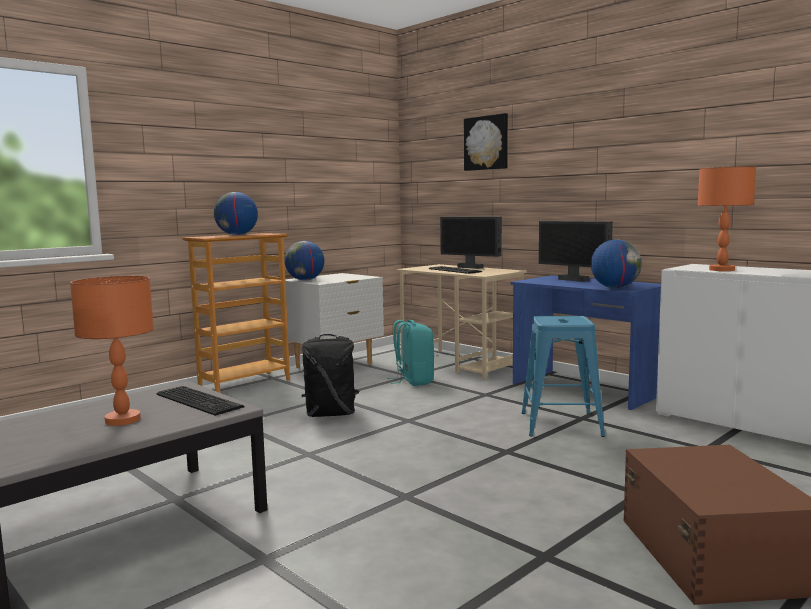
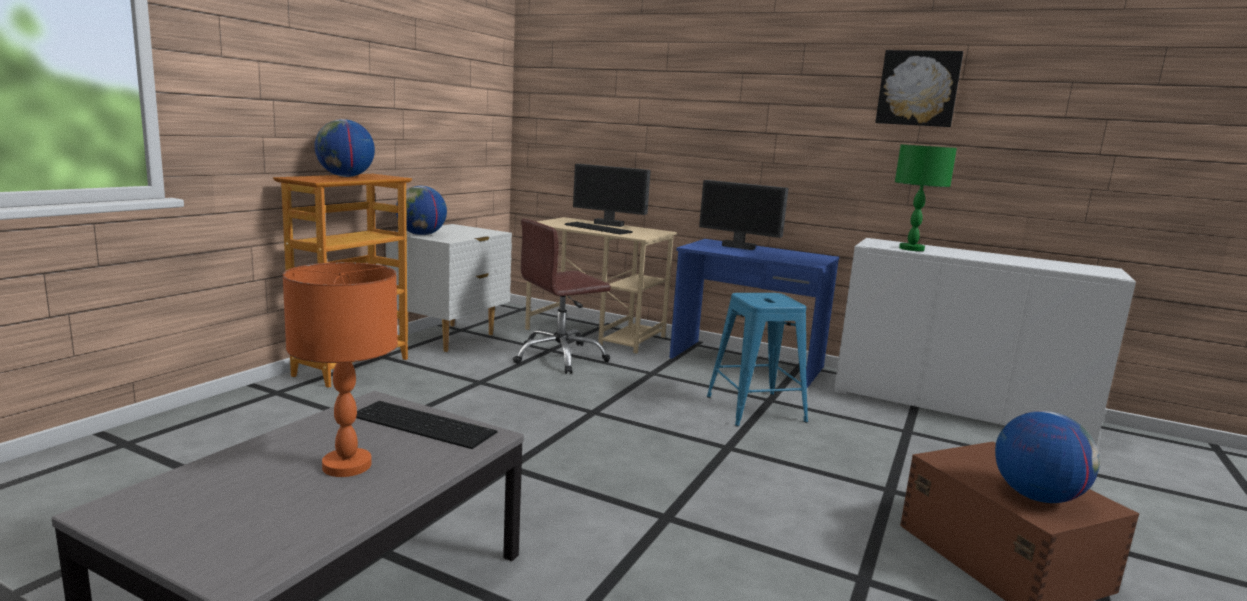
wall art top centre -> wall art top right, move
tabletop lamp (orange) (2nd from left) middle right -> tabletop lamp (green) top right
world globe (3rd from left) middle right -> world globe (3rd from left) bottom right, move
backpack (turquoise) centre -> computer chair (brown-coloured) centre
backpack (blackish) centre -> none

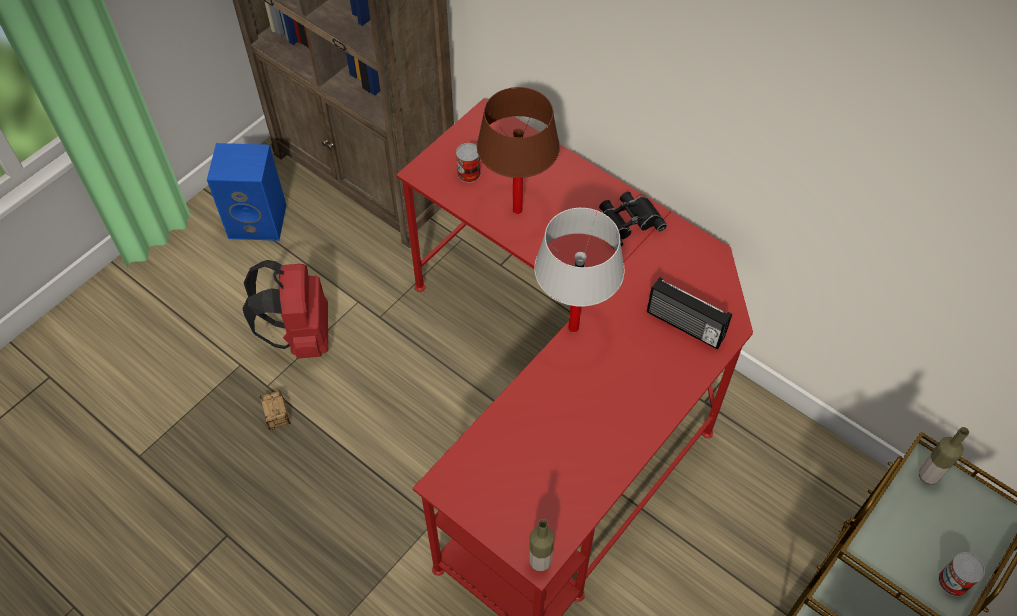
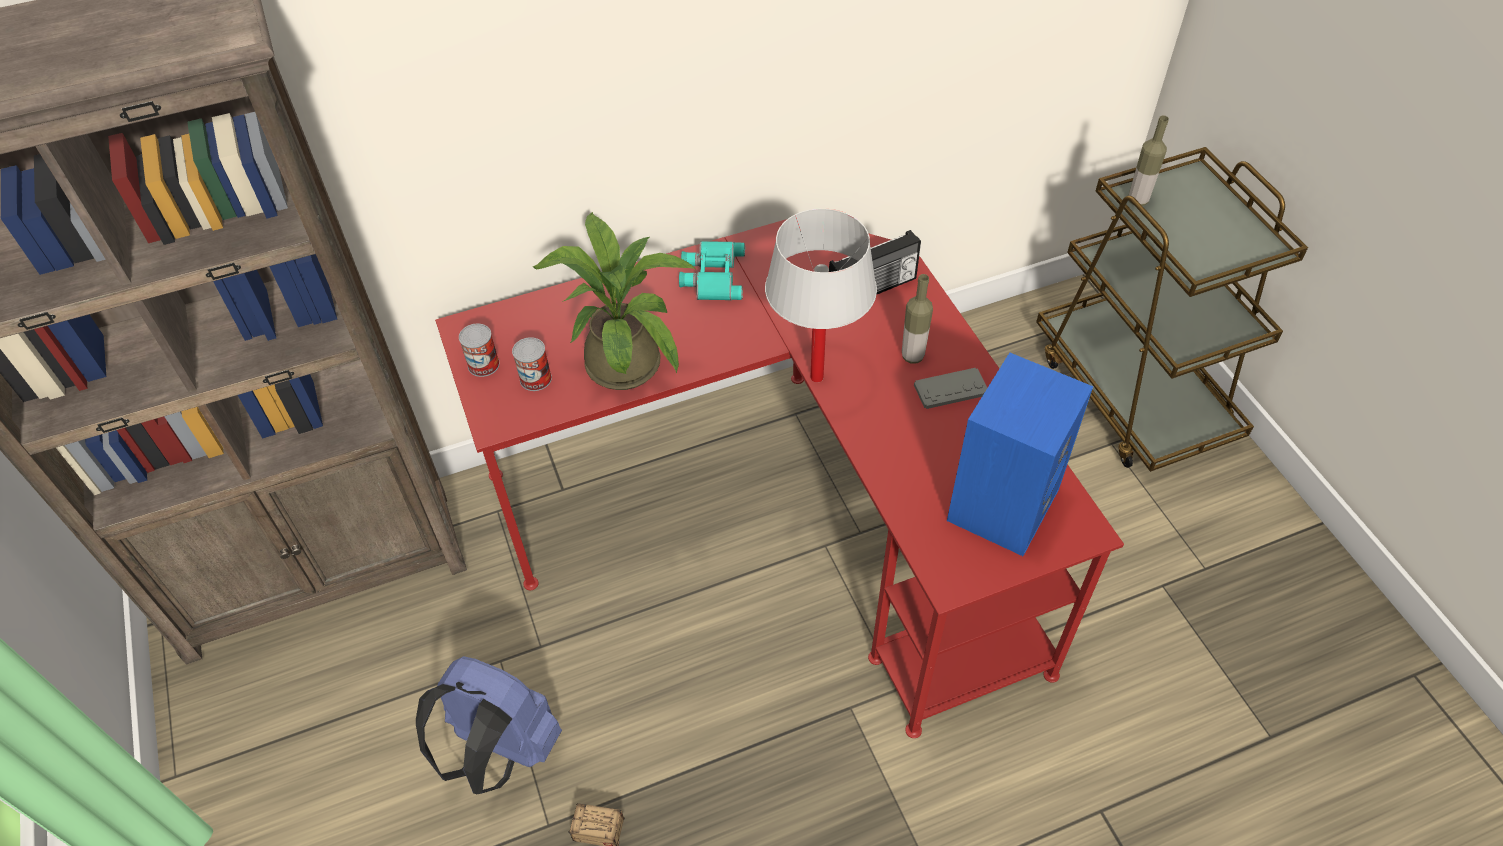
tabletop lamp (brown-coloured) top centre -> houseplant centre
loudspeaker (blue) top left -> loudspeaker (blue) middle right, move
field glasses (blackish) centre -> field glasses (turquoise) top centre
backpack (red-coloured) middle left -> backpack (blue) bottom left
bottle (1st from left) bottom centre -> bottle (1st from left) centre, move
can (2nd from left in the first image) bottom right -> can (1st from left) middle left, move
none -> game controller (grey) centre

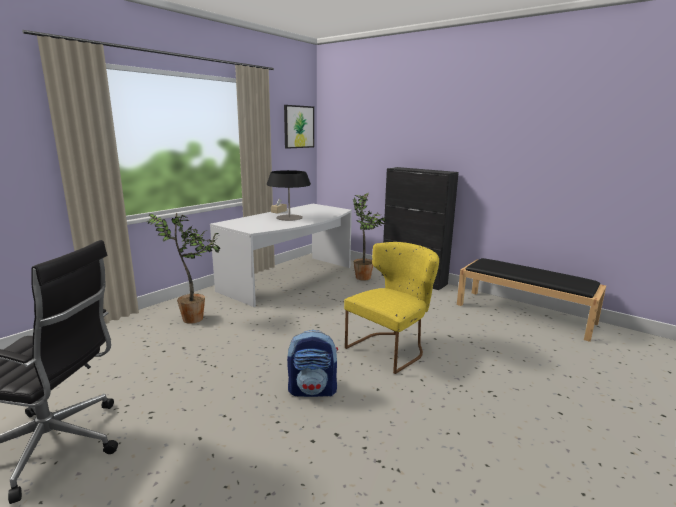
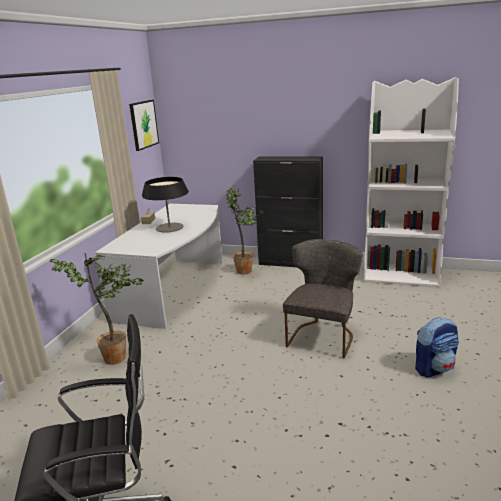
chair (yellow-coloured) centre -> chair (grey) centre
bench (blackish) middle right -> bookshelf (whitish) middle right
backpack bottom centre -> backpack bottom right, move

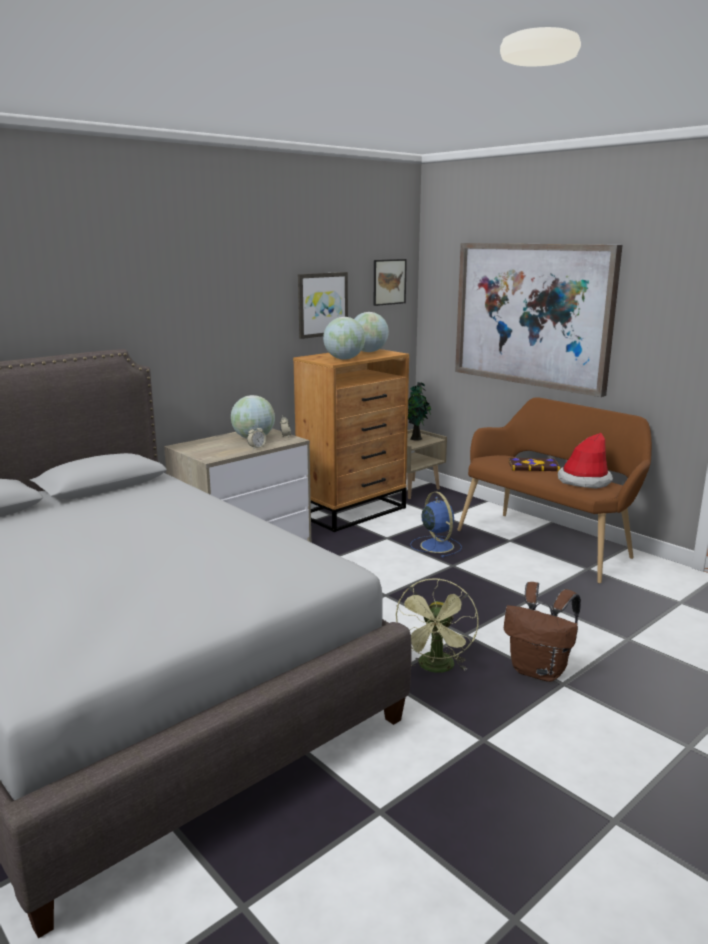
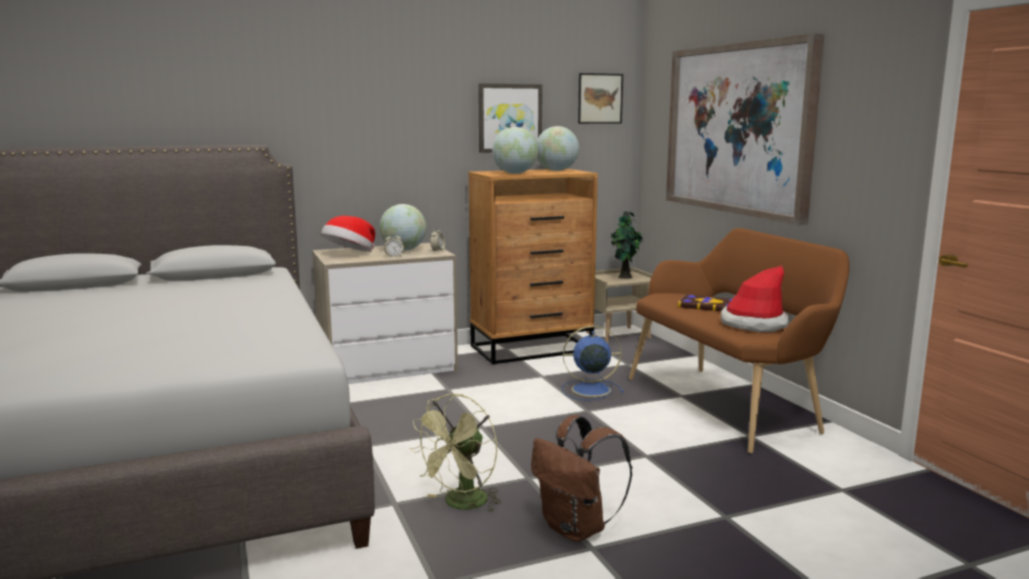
electric fan (blue) centre, 90 degrees counterclockwise
none -> hat (1st from left) centre

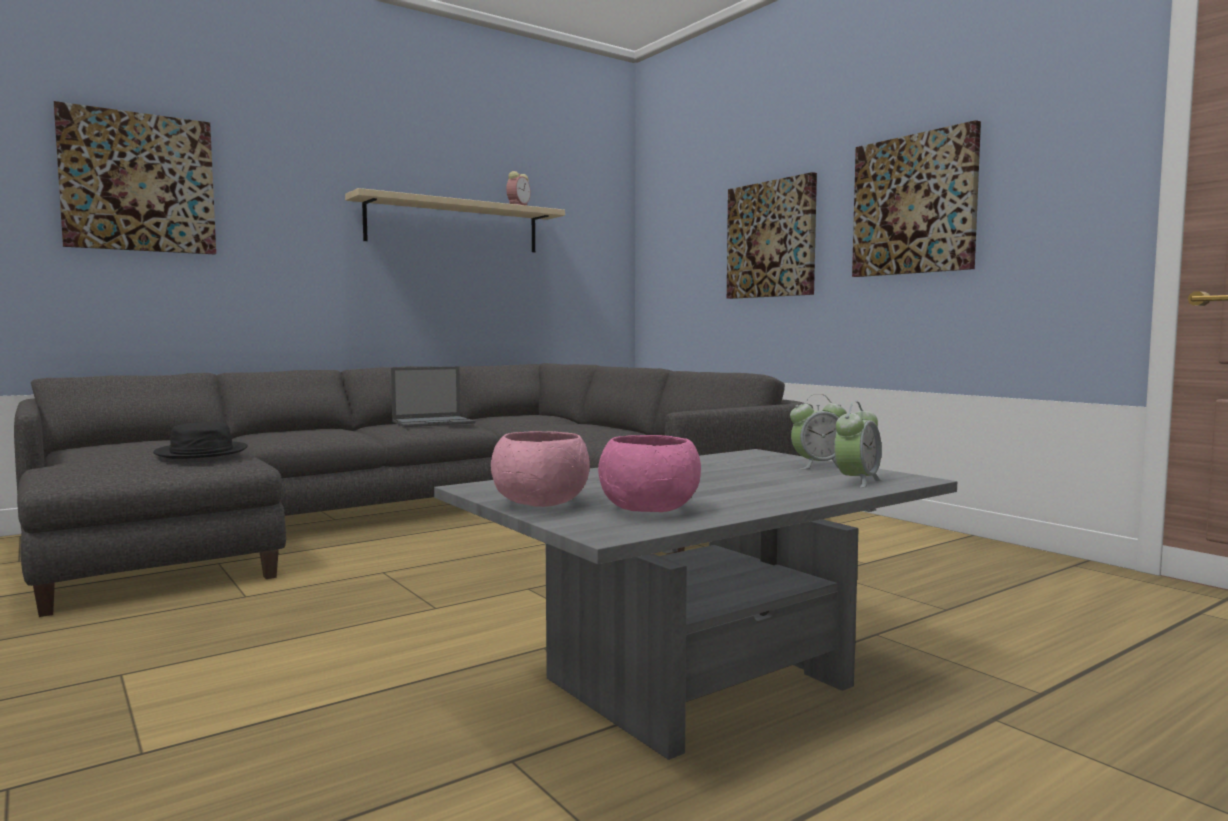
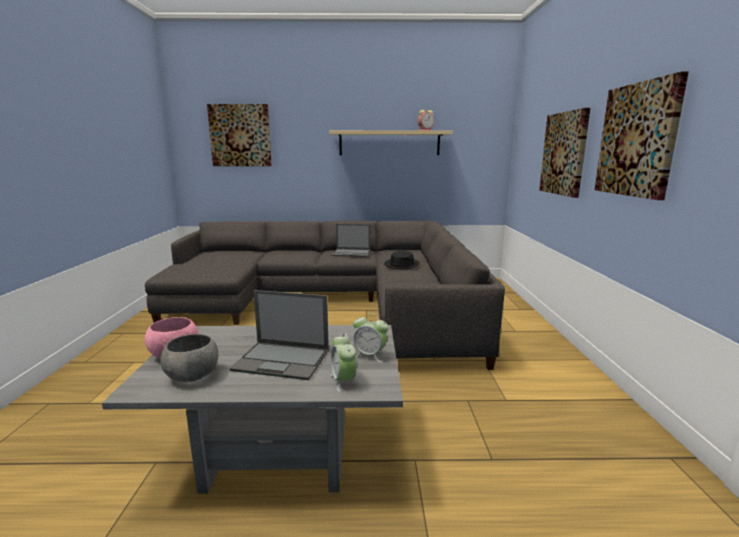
table clock (3rd from left in the first image) middle right -> table clock (1st from left) bottom centre, 90 degrees clockwise
hat (blackish) middle left -> hat (blackish) centre, move
bowl (pink-coloured) (2nd from left) centre -> bowl (grey) bottom left
none -> portable computer (1st from left) centre

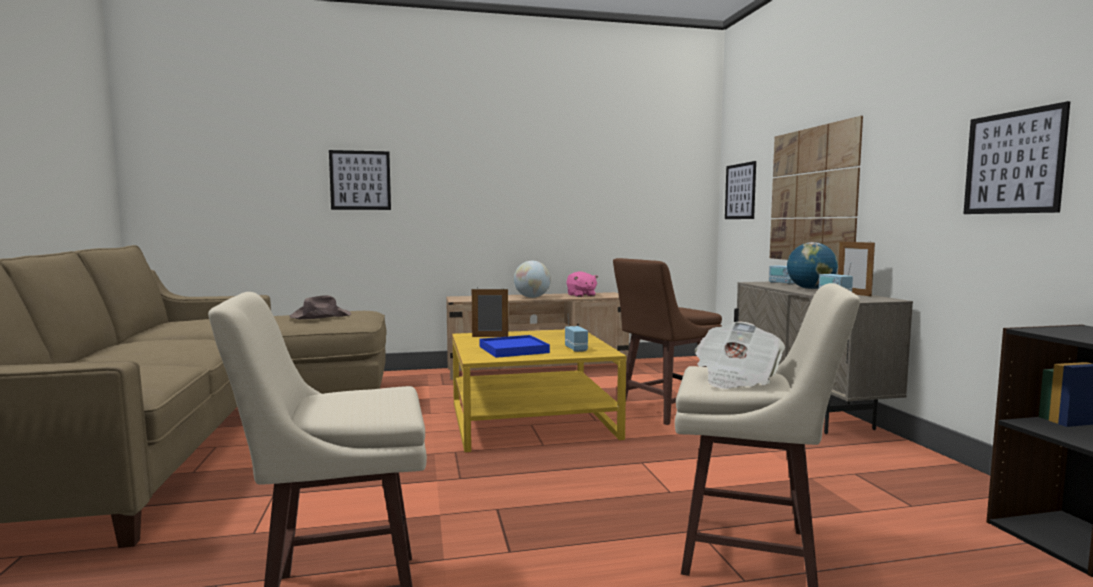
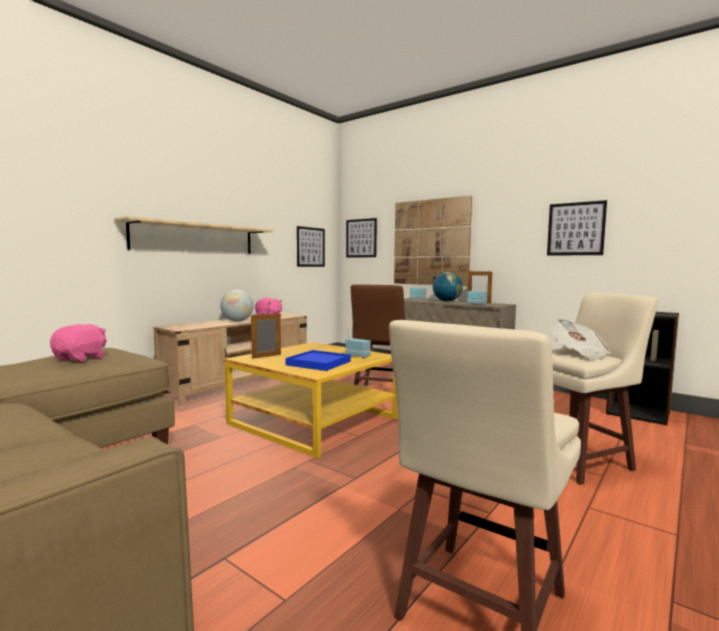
wall art (1st from left) top left -> wall art (1st from left) centre, move
hat (brown-coloured) middle left -> plush toy (pink-coloured) (1st from left) middle left
none -> bracket shelf (sand-coloured) middle left

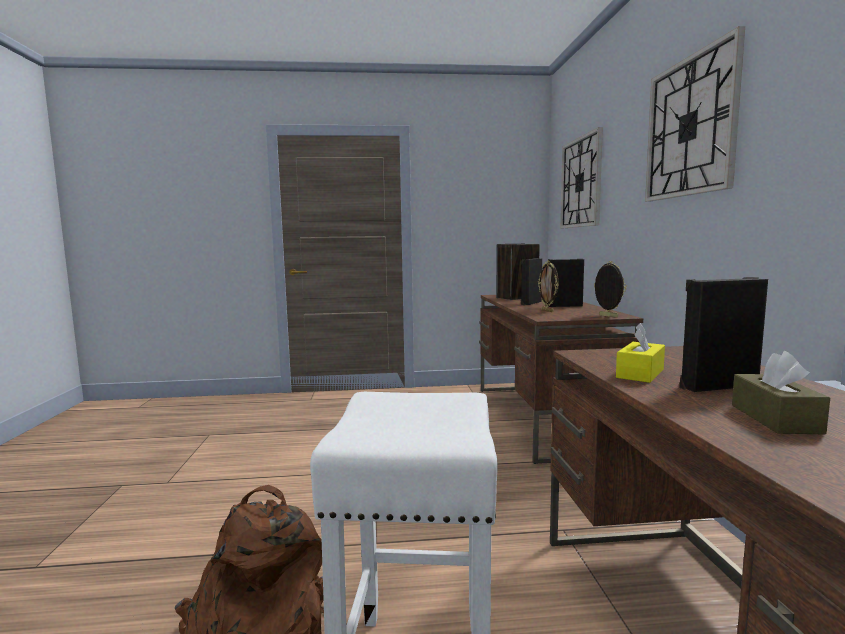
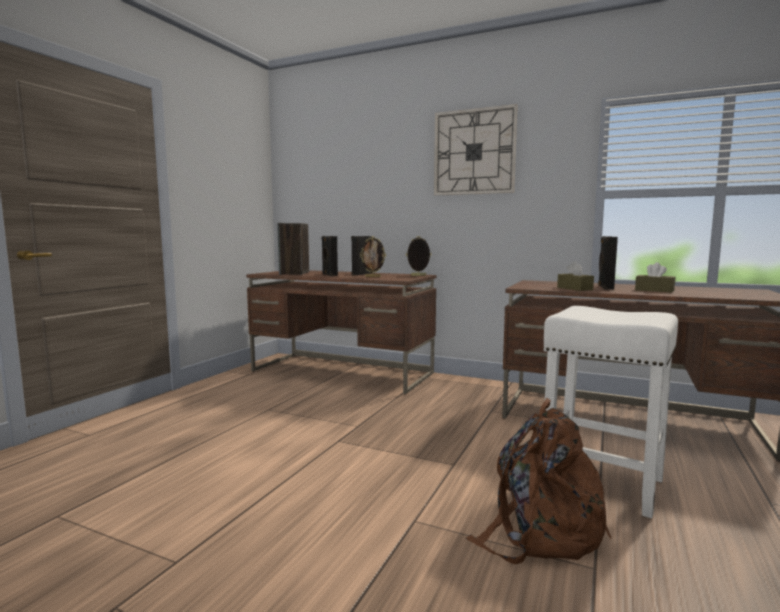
hanging clock (1st from left) top right -> none
tissue box (yellow-coloured) middle right -> tissue box (brown-coloured) (1st from left) middle right

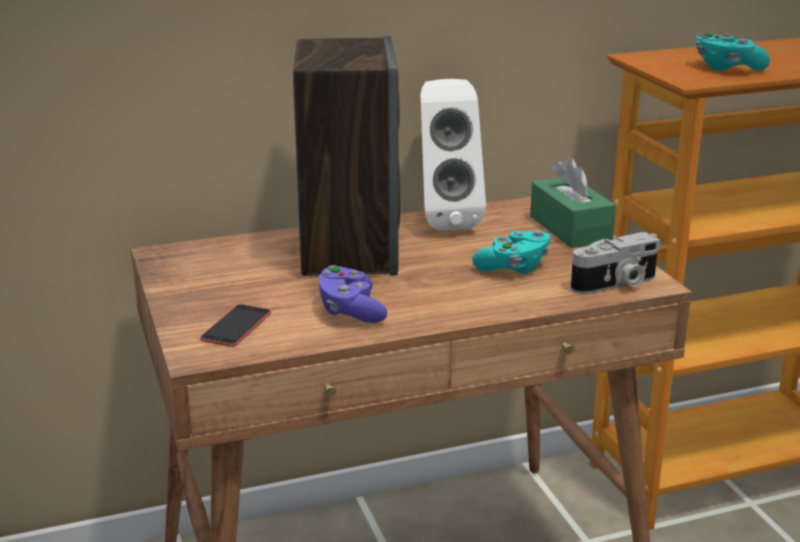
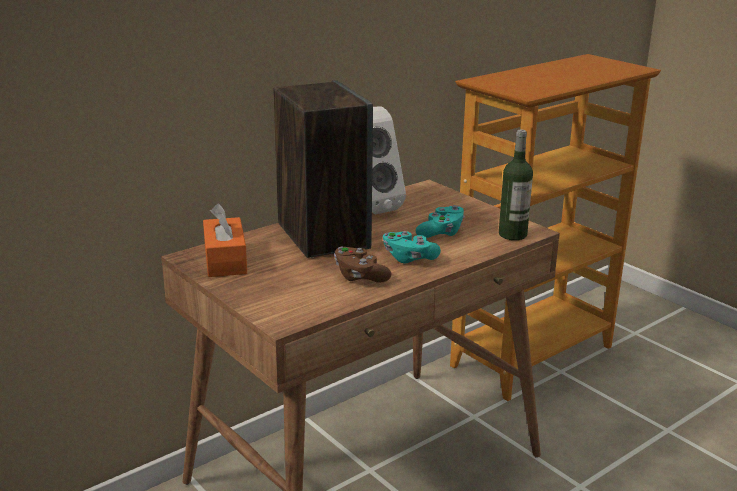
game controller (turquoise) (2nd from left in the first image) top right -> game controller (turquoise) (1st from left) centre, move
tissue box (green) middle right -> none
photo camera middle right -> bottle middle right
game controller (purple-coloured) centre -> game controller (brown-coloured) centre
handset middle left -> none
none -> tissue box (orange) middle left

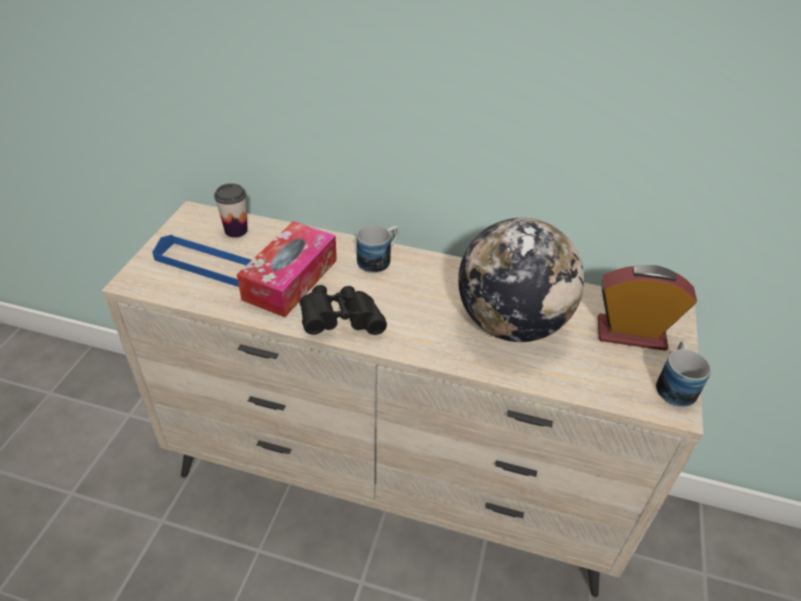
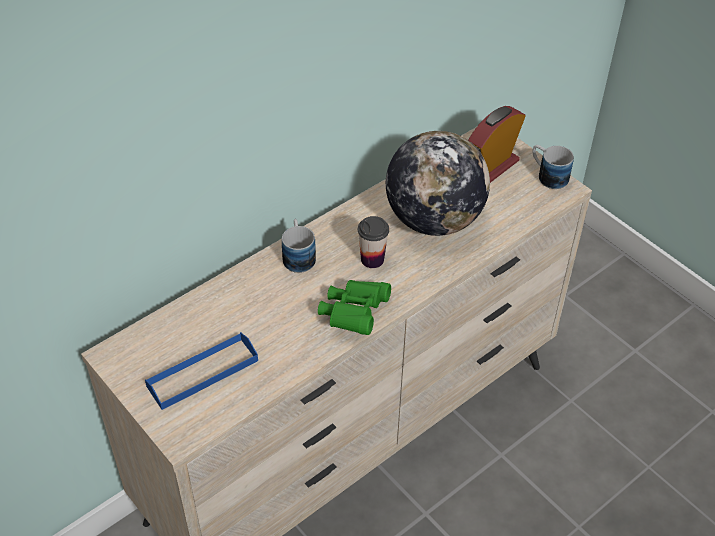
cup middle left -> cup centre, move
tissue box centre -> none
field glasses (blackish) centre -> field glasses (green) centre

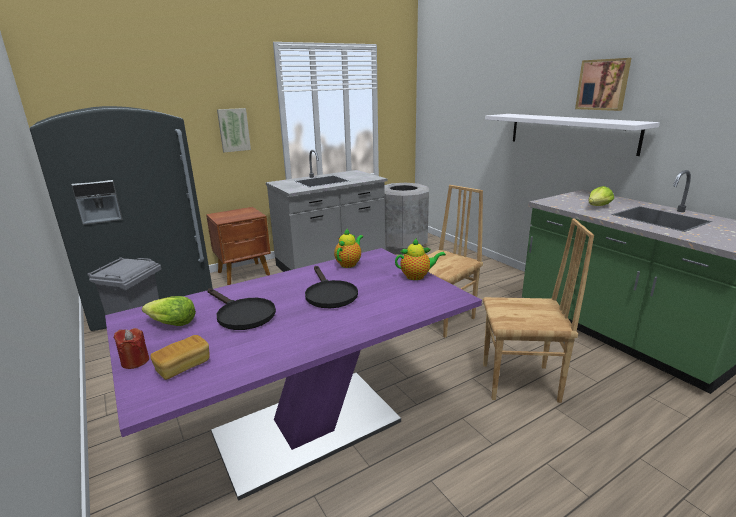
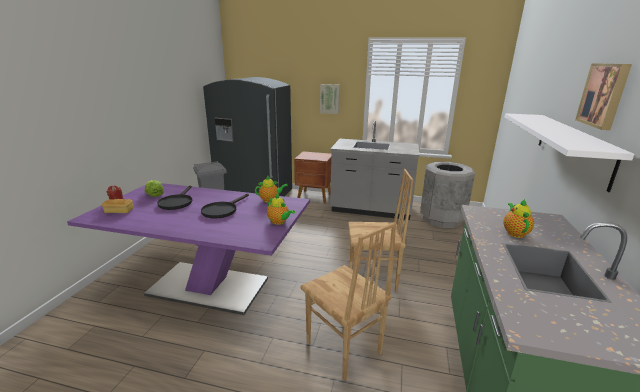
lettuce (2nd from left) middle right -> pot for tea (3rd from left) middle right

